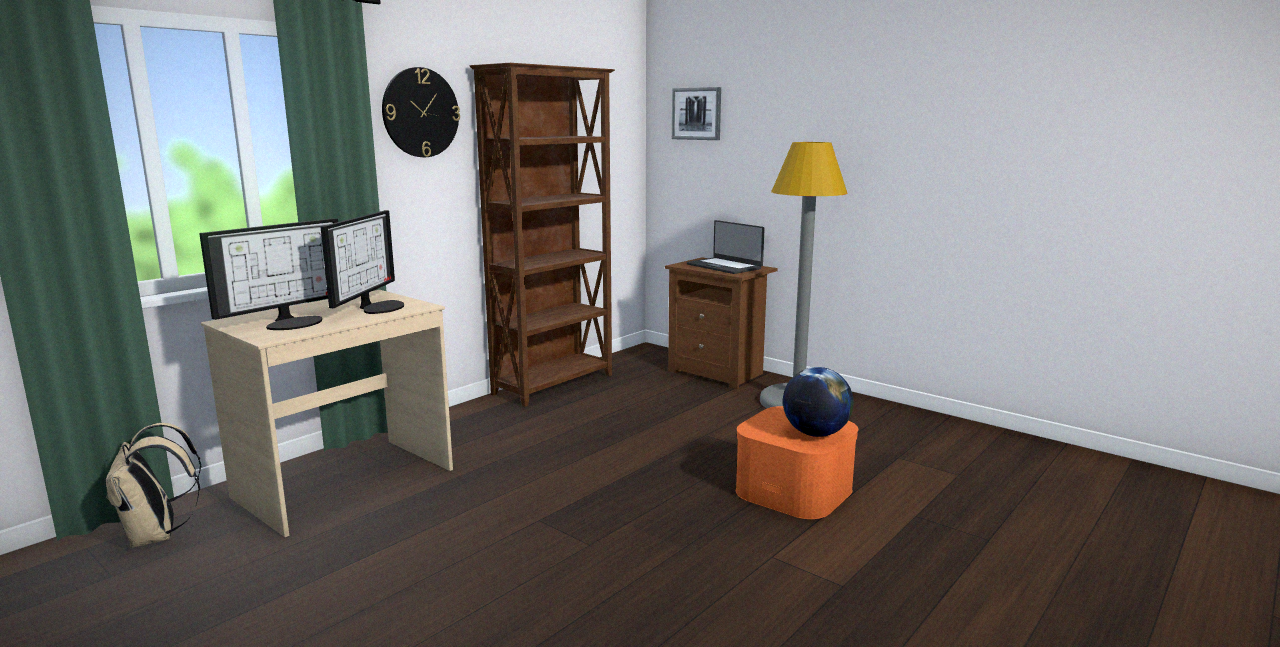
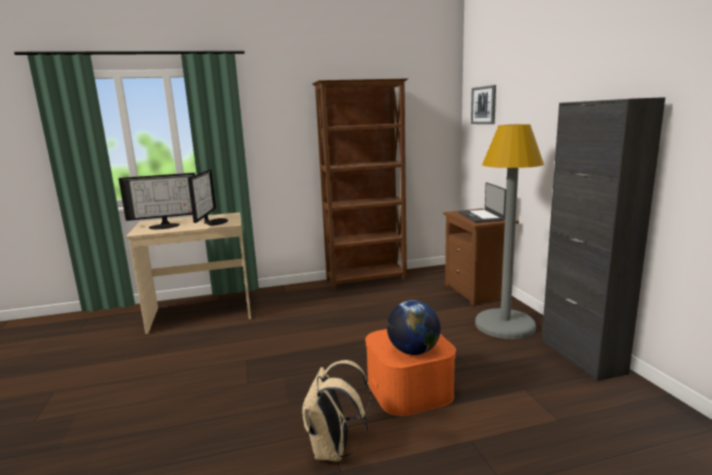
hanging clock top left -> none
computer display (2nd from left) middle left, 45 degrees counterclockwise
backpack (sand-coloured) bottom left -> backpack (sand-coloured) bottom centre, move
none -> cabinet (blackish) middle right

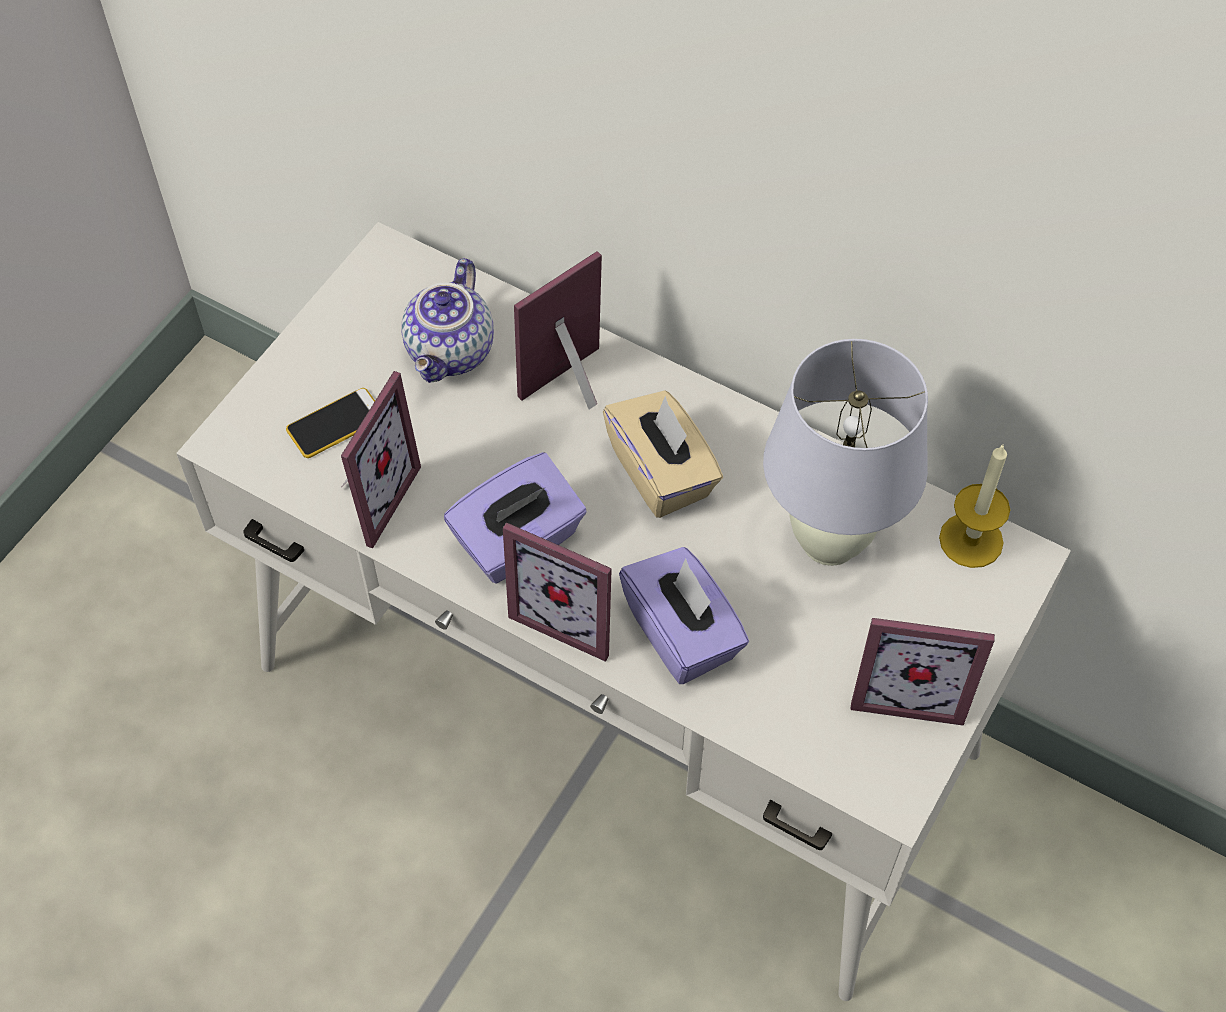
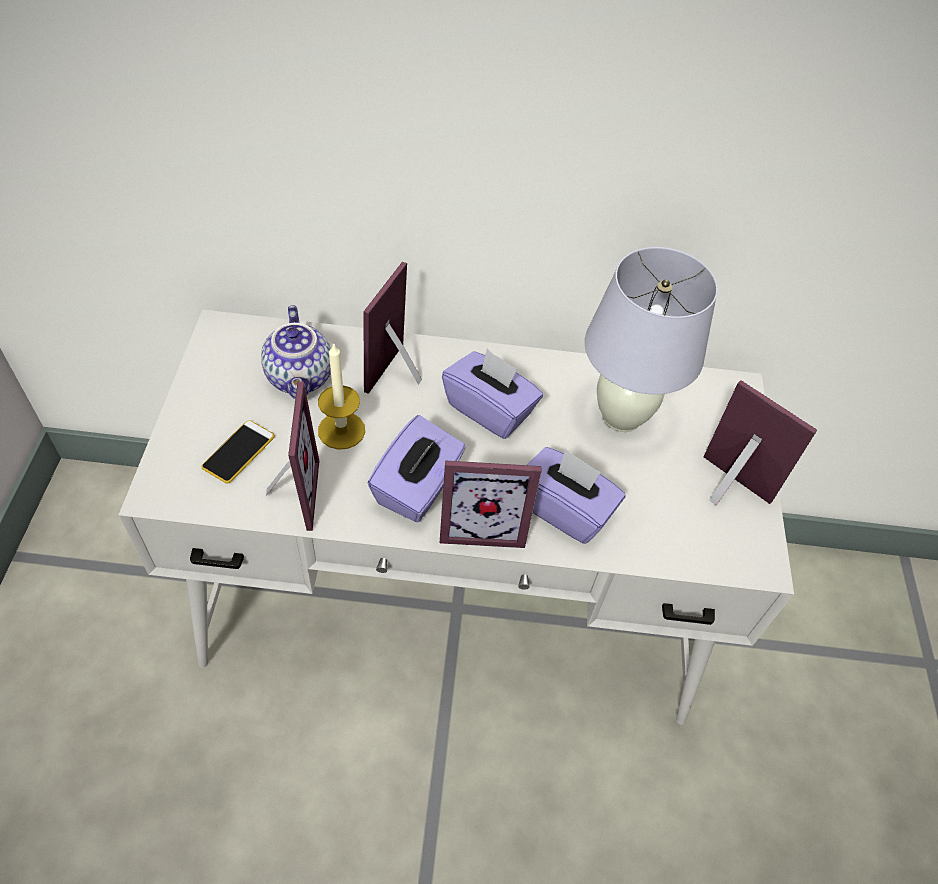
tissue box (sand-coloured) centre -> tissue box (purple-coloured) (2nd from left) centre
wax candle middle right -> wax candle centre, move
photo frame (4th from left) middle right, 120 degrees counterclockwise

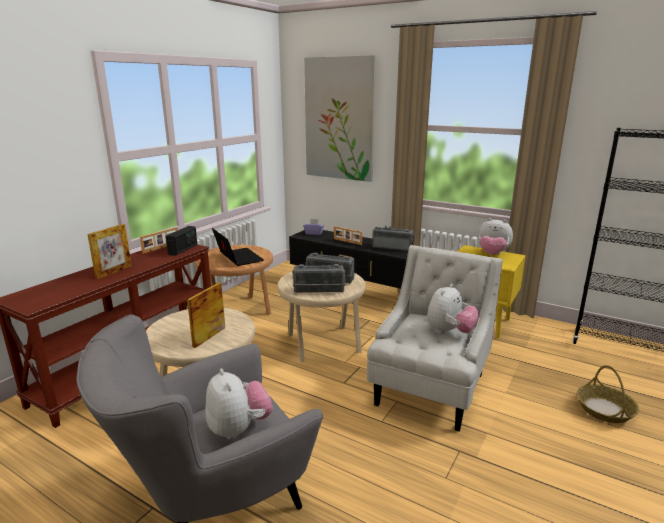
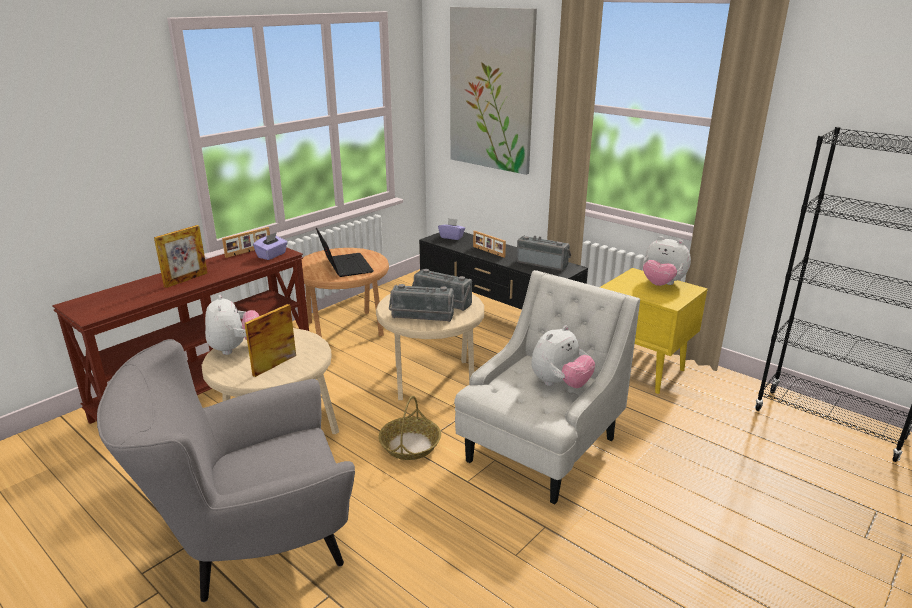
radio set (1st from left) middle left -> tissue box (purple-coloured) (1st from left) middle left
household basket bottom right -> household basket bottom centre, move
plush toy (1st from left) bottom centre -> plush toy (1st from left) middle left, move

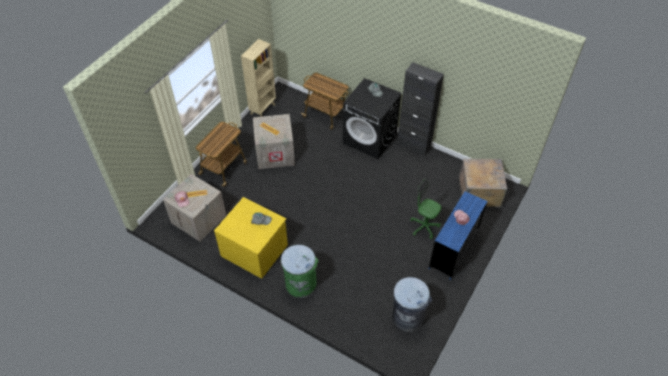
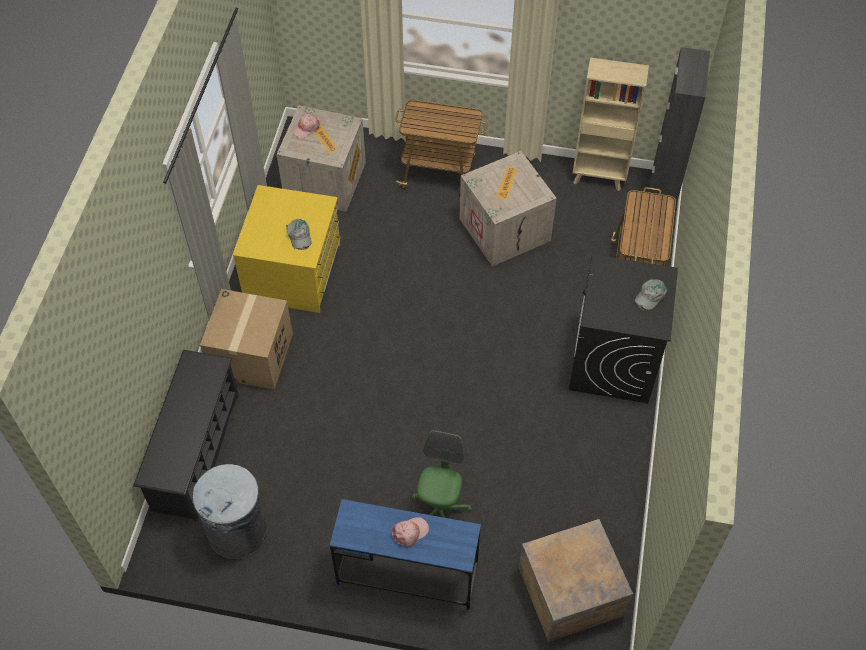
cabinet (blackish) top centre -> cabinet (blackish) top right, move
rubbish bin (green) bottom centre -> packing box middle left
none -> shoe rack (blackish) bottom left

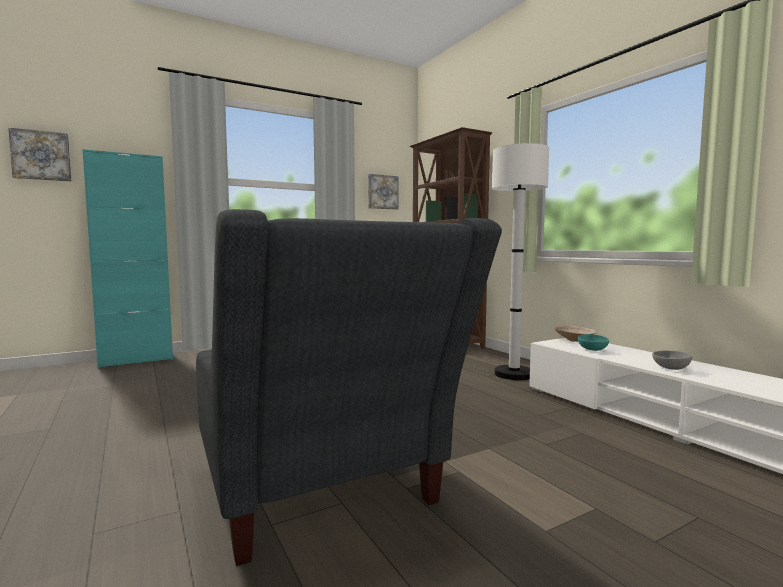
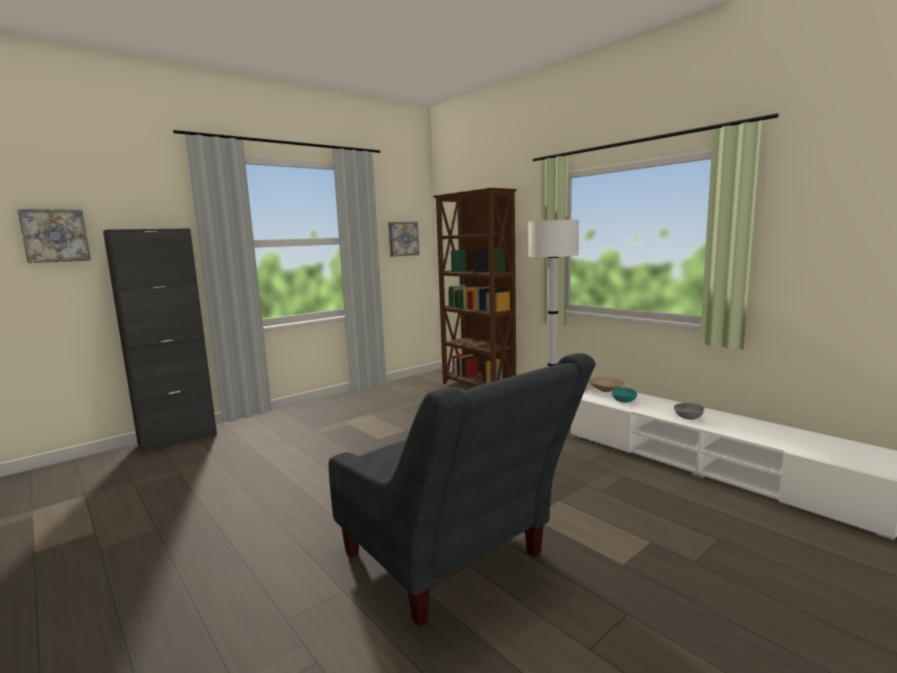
cabinet (turquoise) middle left -> cabinet (blackish) middle left

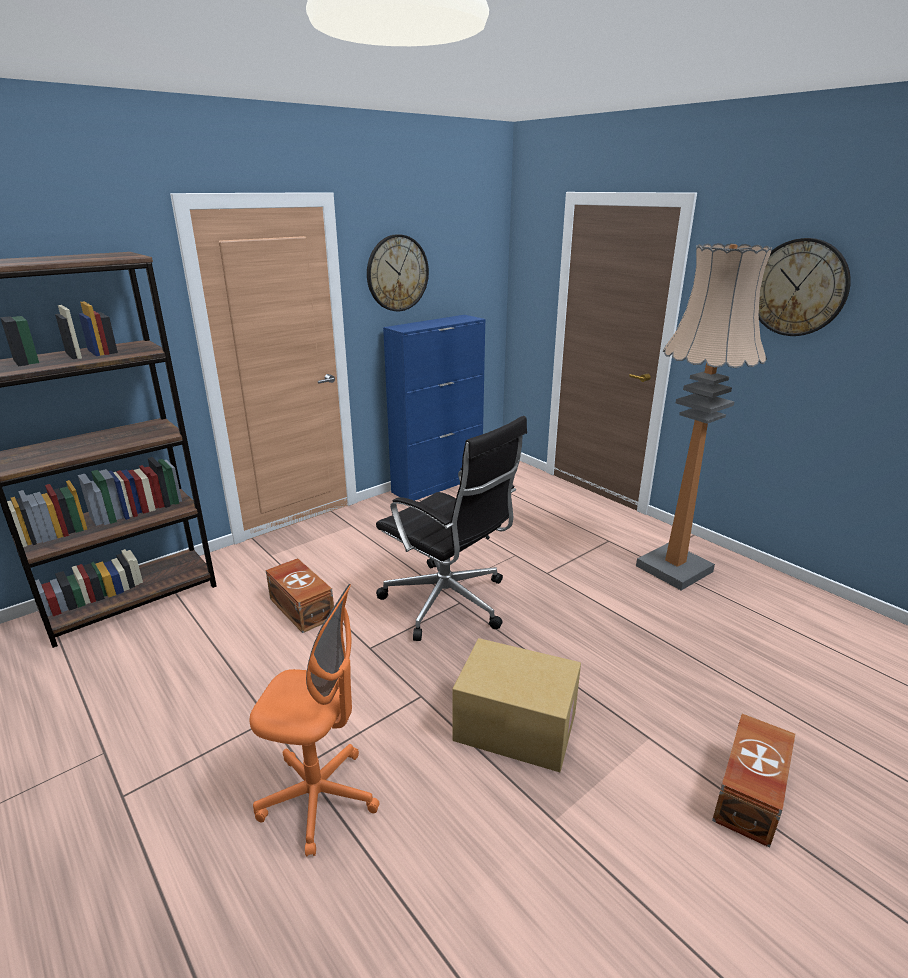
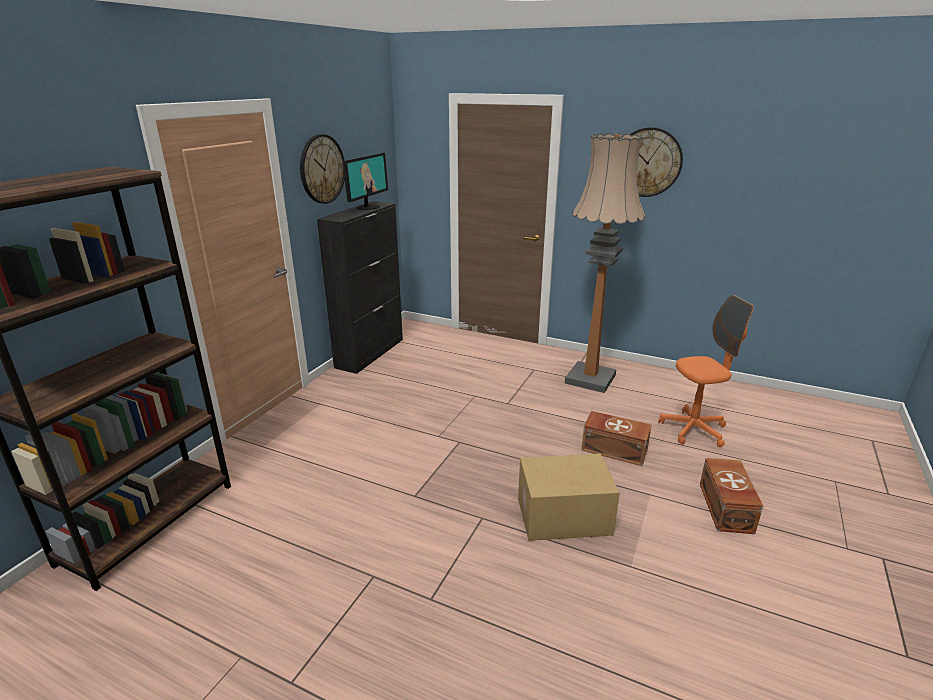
cabinet (blue) centre -> cabinet (blackish) centre
computer chair (blackish) centre -> none
storage box (brown-coloured) (1st from left) middle left -> storage box (brown-coloured) (1st from left) centre, move
computer chair (orange) bottom centre -> computer chair (orange) middle right, move
none -> computer display top centre

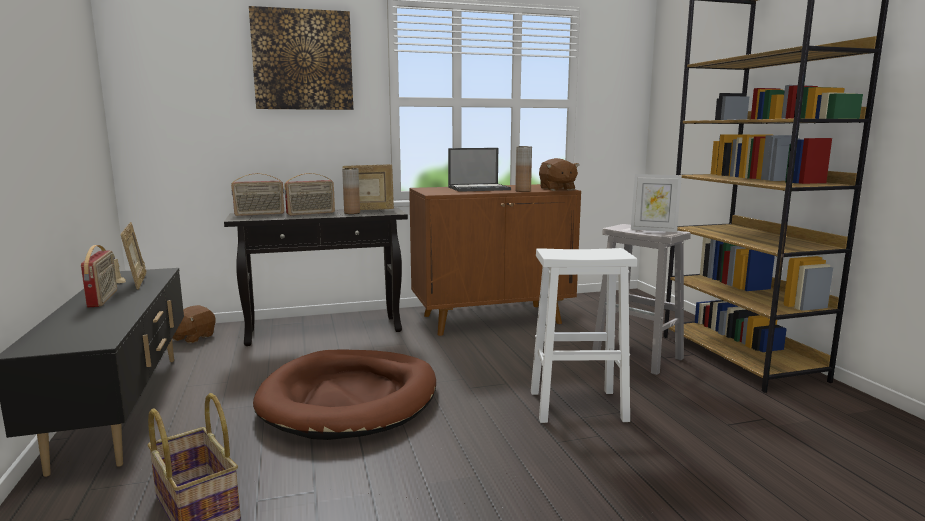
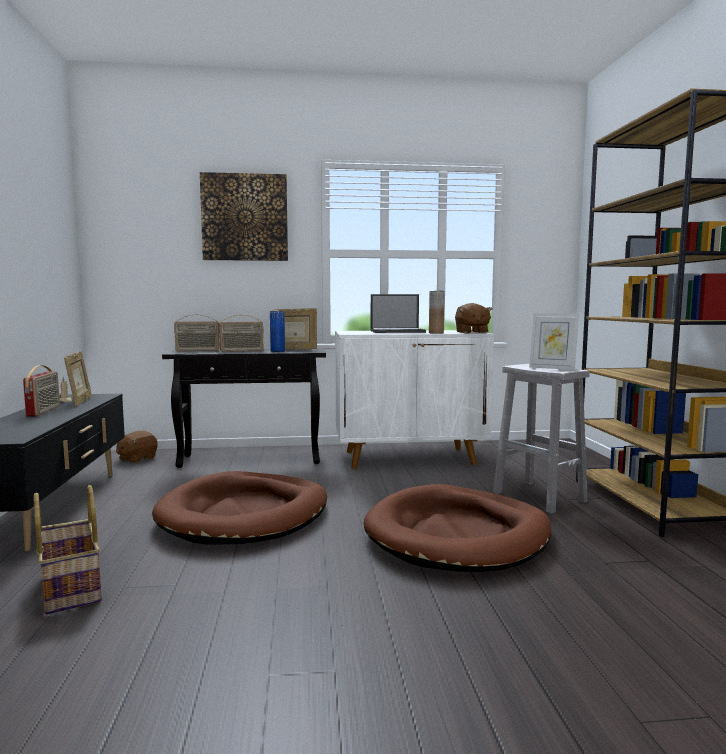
decorative vase (brown-coloured) (1st from left) centre -> decorative vase (blue) centre
cabinet (brown-coloured) centre -> cabinet (whitish) centre
stool seat (whitish) (1st from left) centre -> dog cushion (brown-coloured) (2nd from left) bottom centre

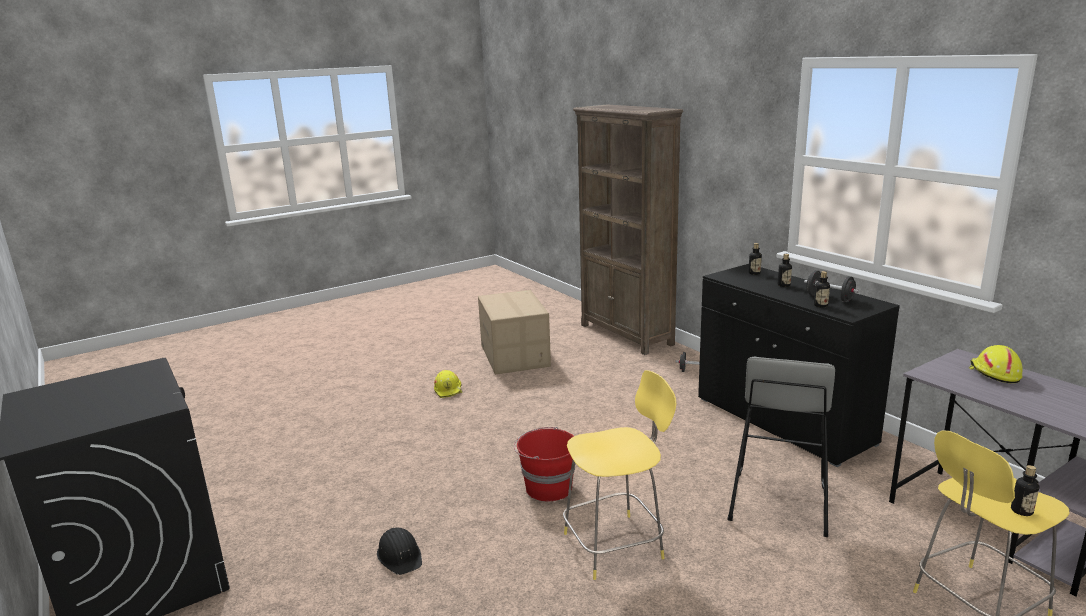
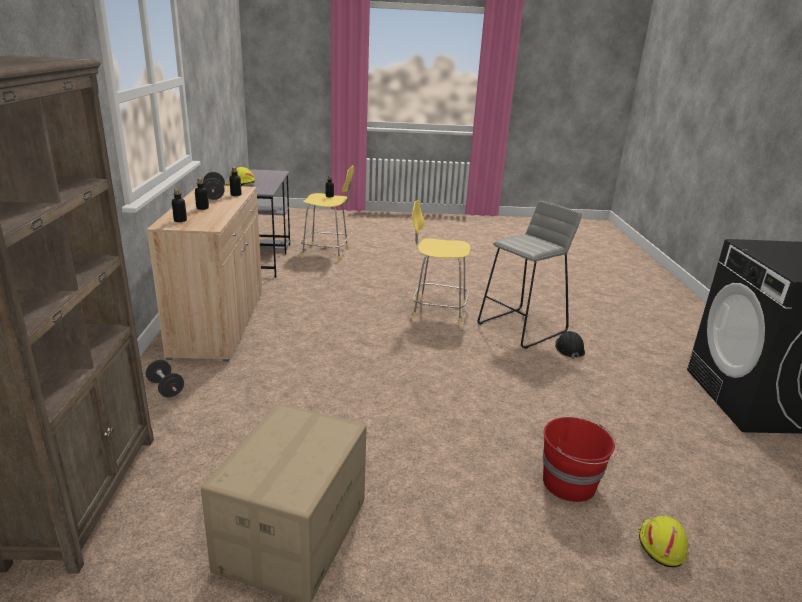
cabinet (blackish) middle right -> cabinet (sand-coloured) middle left
stool seat (grey) bottom right -> stool seat (grey) centre, move
hard hat (yellow-coloured) (1st from left in the first image) centre -> hard hat (yellow-coloured) (2nd from left) bottom right, move
water bucket (red-coloured) bottom centre -> water bucket (red-coloured) bottom right, move

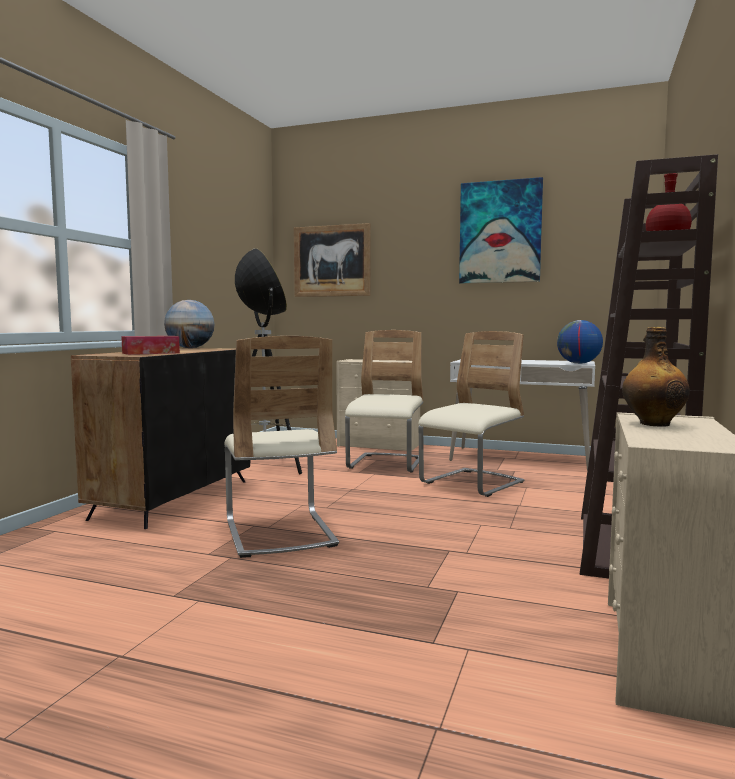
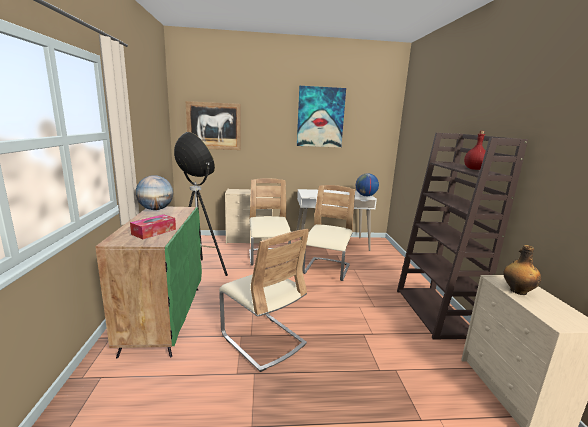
cabinet (blackish) middle left -> cabinet (green) middle left

